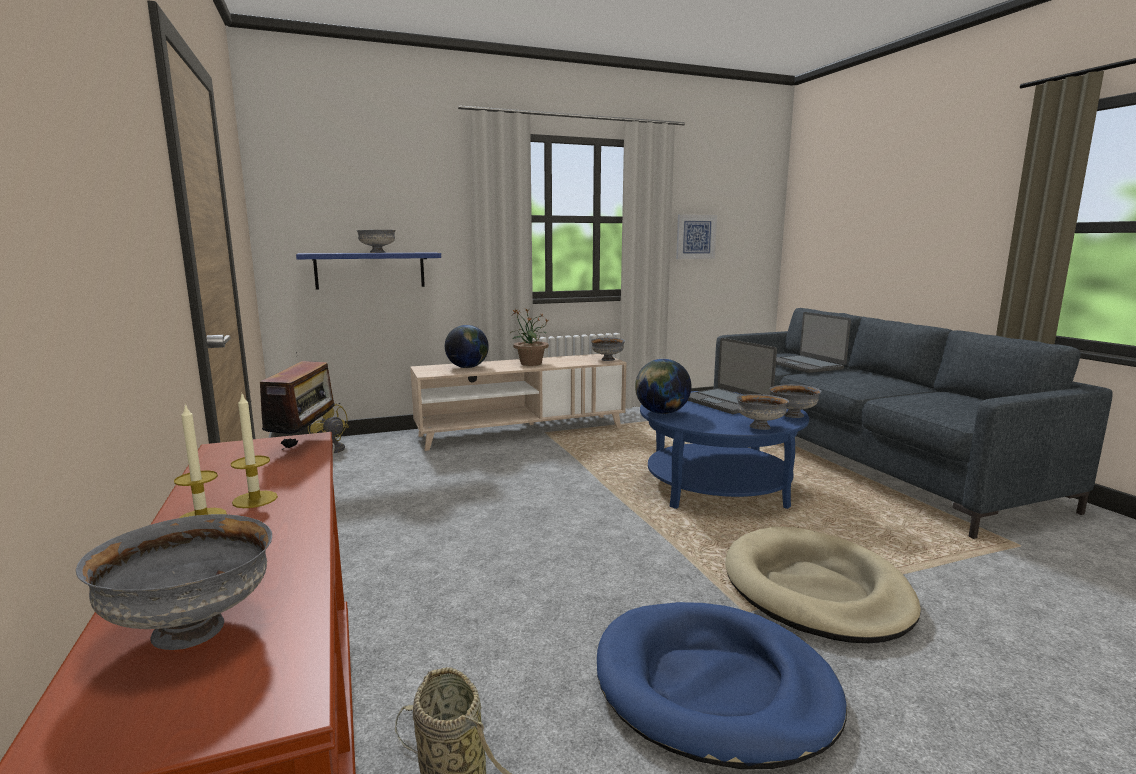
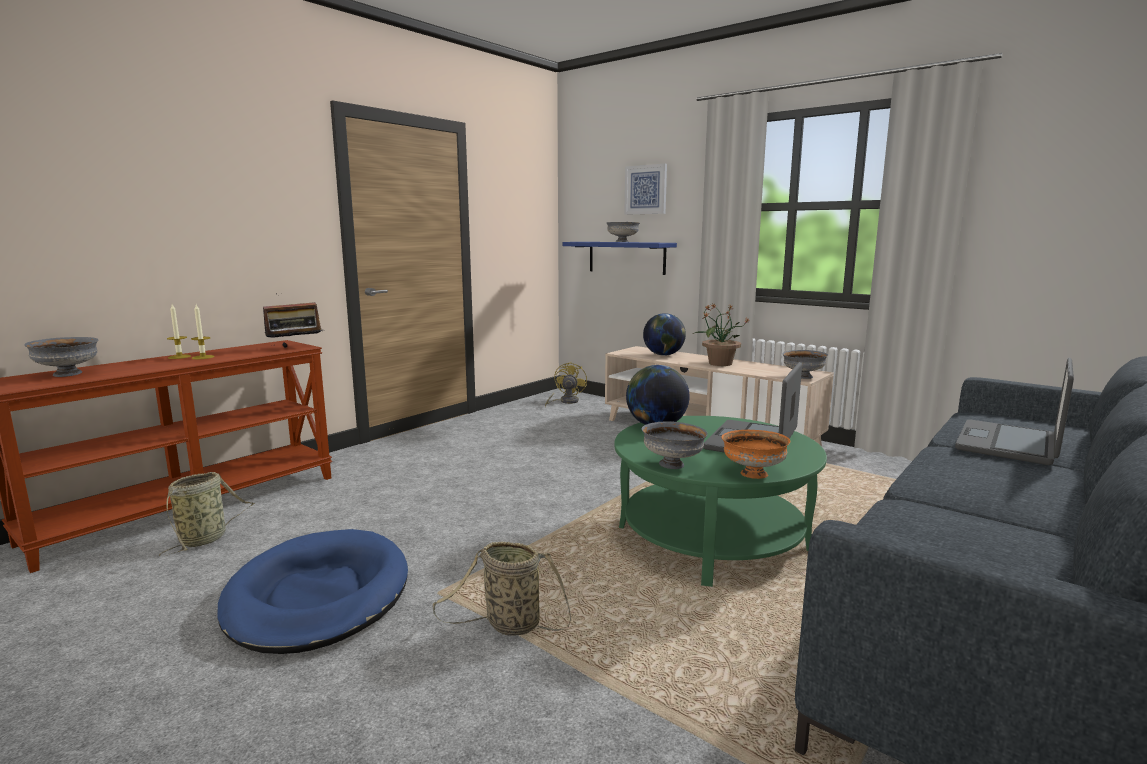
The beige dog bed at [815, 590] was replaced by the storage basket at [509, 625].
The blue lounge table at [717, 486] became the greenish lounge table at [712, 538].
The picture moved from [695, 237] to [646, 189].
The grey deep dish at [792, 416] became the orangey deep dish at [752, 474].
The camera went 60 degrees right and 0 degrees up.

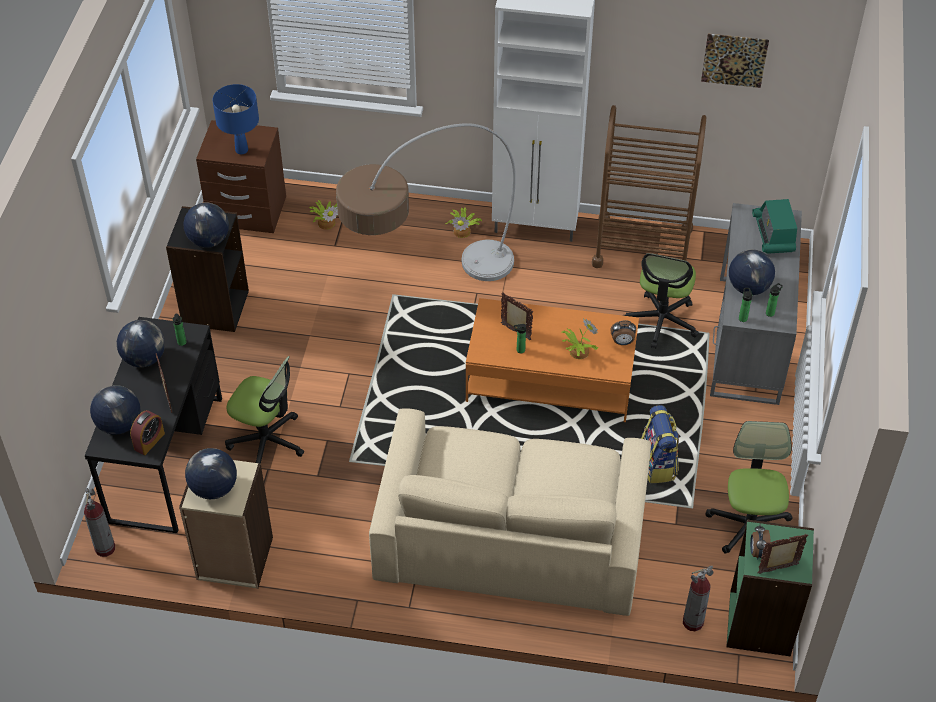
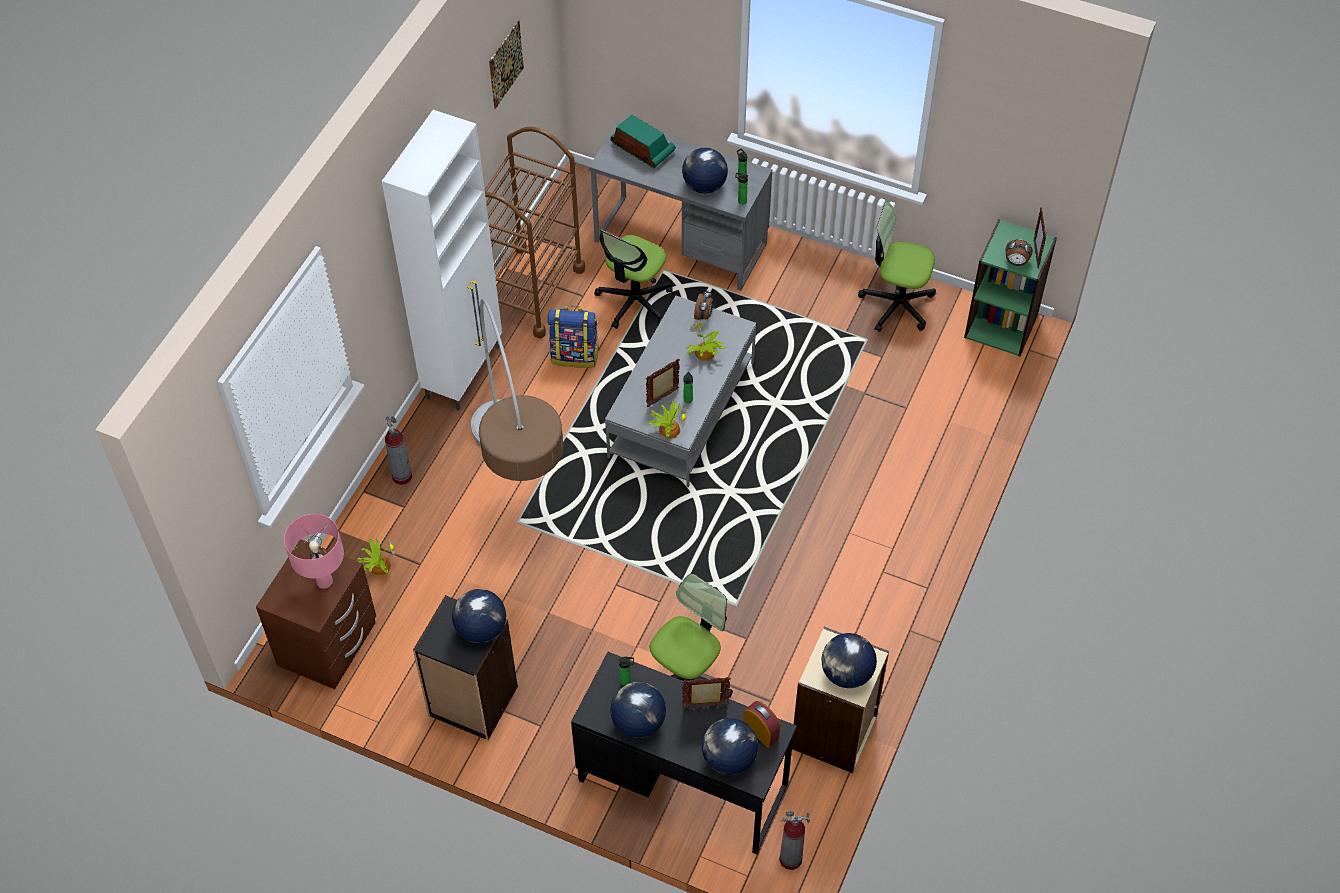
The blue table lamp at [241, 150] became the pink-coloured table lamp at [325, 582].
The fire extinguisher moved from [693, 622] to [402, 476].
The backpack moved from [658, 464] to [575, 355].
The desk chair at [661, 321] turned 90 degrees clockwise.
The orangey lounge table at [550, 380] became the grey lounge table at [682, 410].
The radio receiver at [773, 234] turned 150 degrees counterclockwise.
The potted plant moved from [463, 230] to [668, 428].
The beige settee at [511, 534] disappeared.
The camera went 75 degrees left and 5 degrees up.

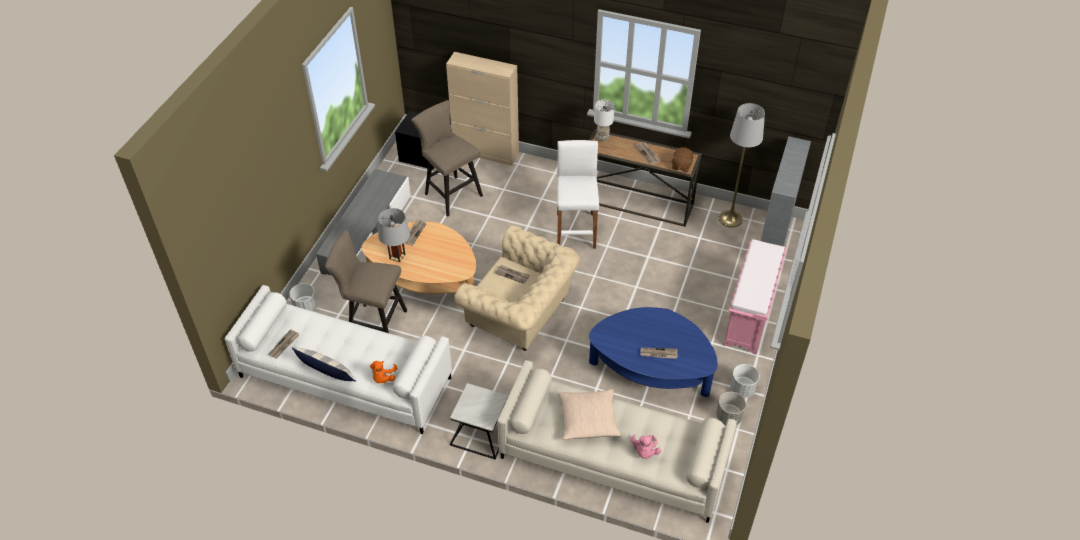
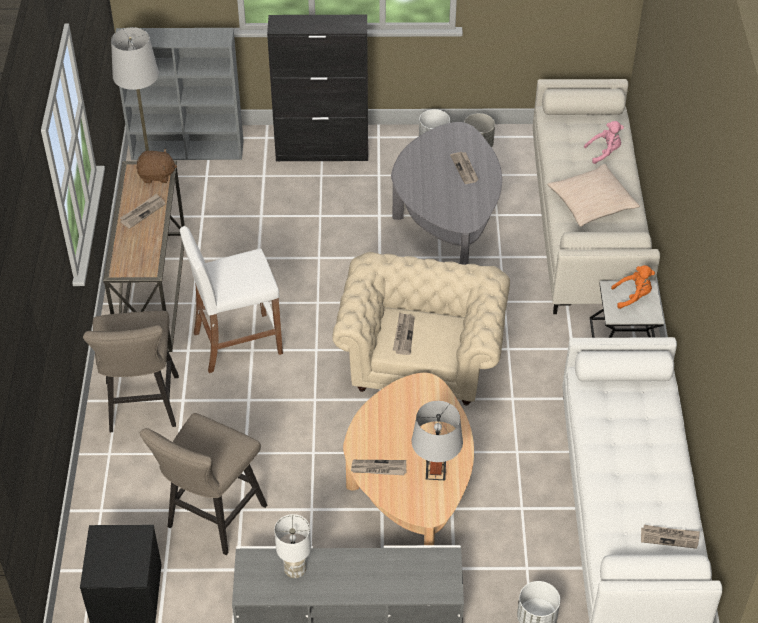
The beige stool seat moved from [373, 324] to [142, 409].
The pink-coloured long seat at [749, 317] was replaced by the black cupboard at [322, 151].
The white-coloured table lamp moved from [602, 138] to [294, 570].
The blue lounge table at [651, 370] became the grey lounge table at [447, 216].
The orangey soft toy moved from [383, 378] to [633, 296].
The cushion at [326, 372] disappeared.
The beige cupboard at [486, 152] disappeared.
The camera went 110 degrees left and 0 degrees up.

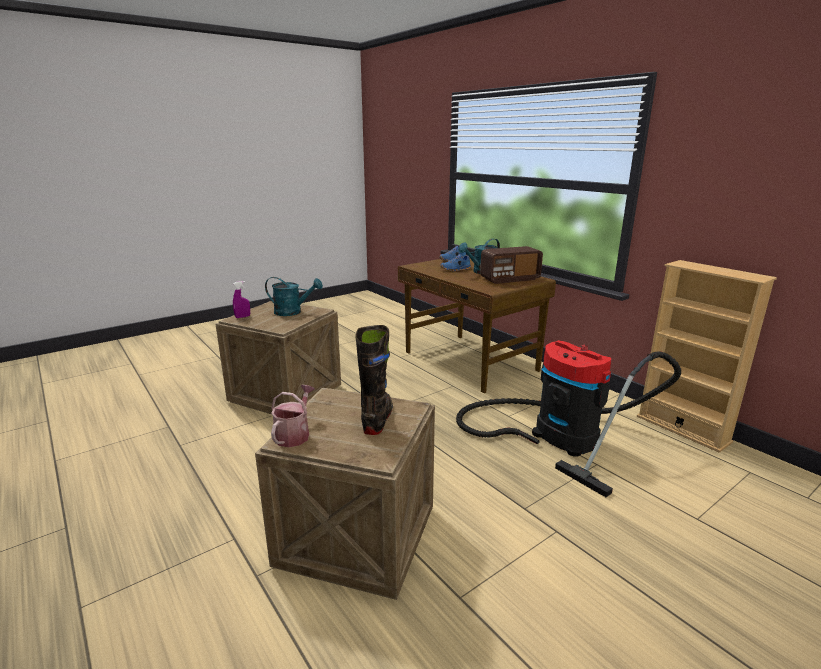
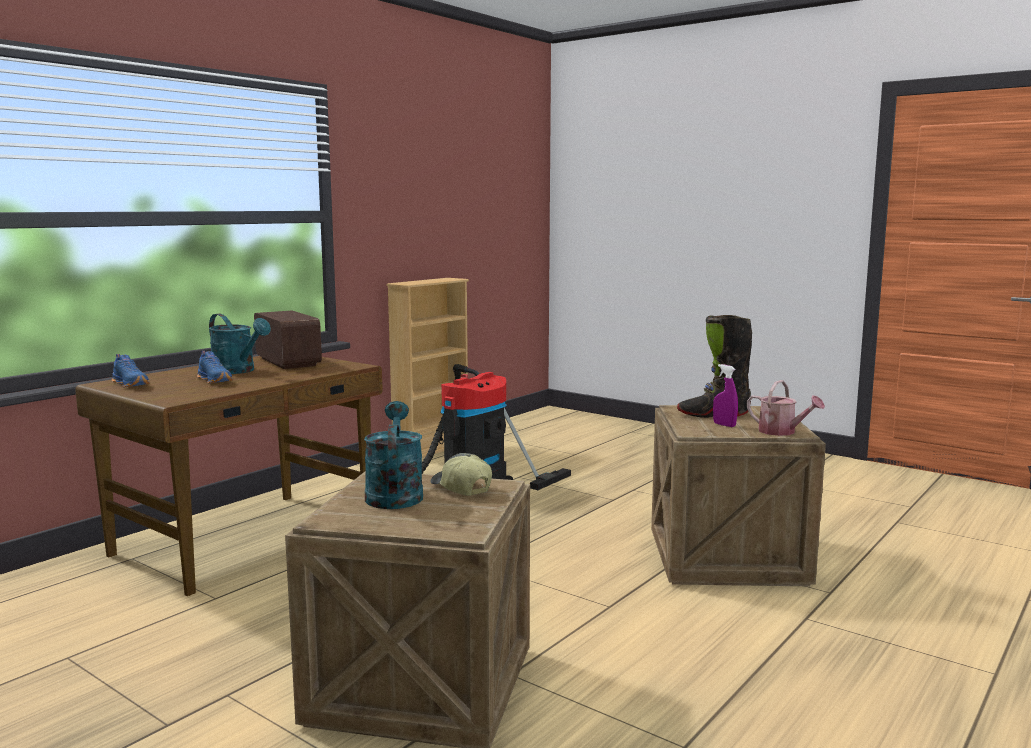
The peaked cap at [460, 488] appeared.
The purplish hand sprayer moved from [242, 317] to [724, 425].
The watering pot at [294, 434] turned 135 degrees counterclockwise.
The camera went 105 degrees left and 10 degrees down.

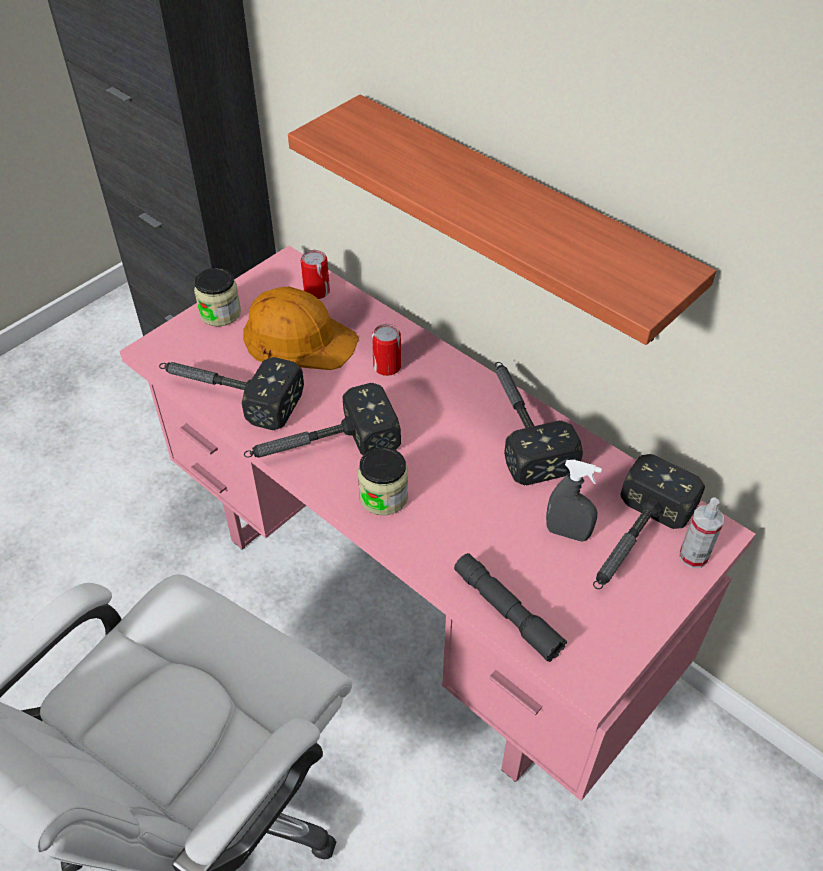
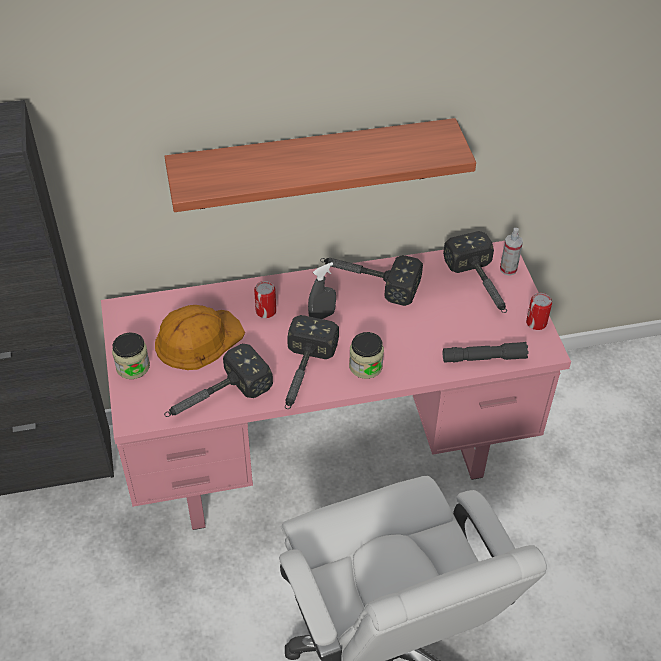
The grey hand sprayer moved from [567, 533] to [322, 316].
The metal can moved from [317, 291] to [536, 323].
The camera went 55 degrees left and 0 degrees up.

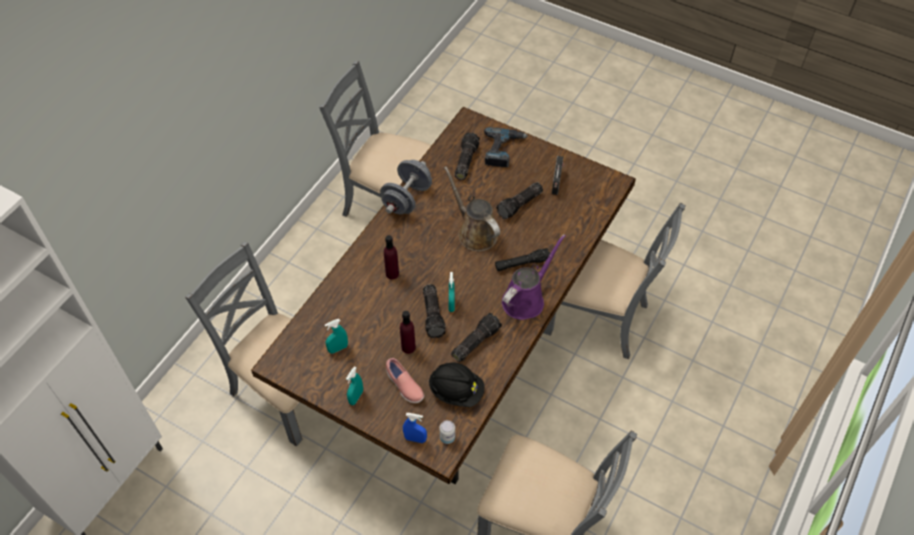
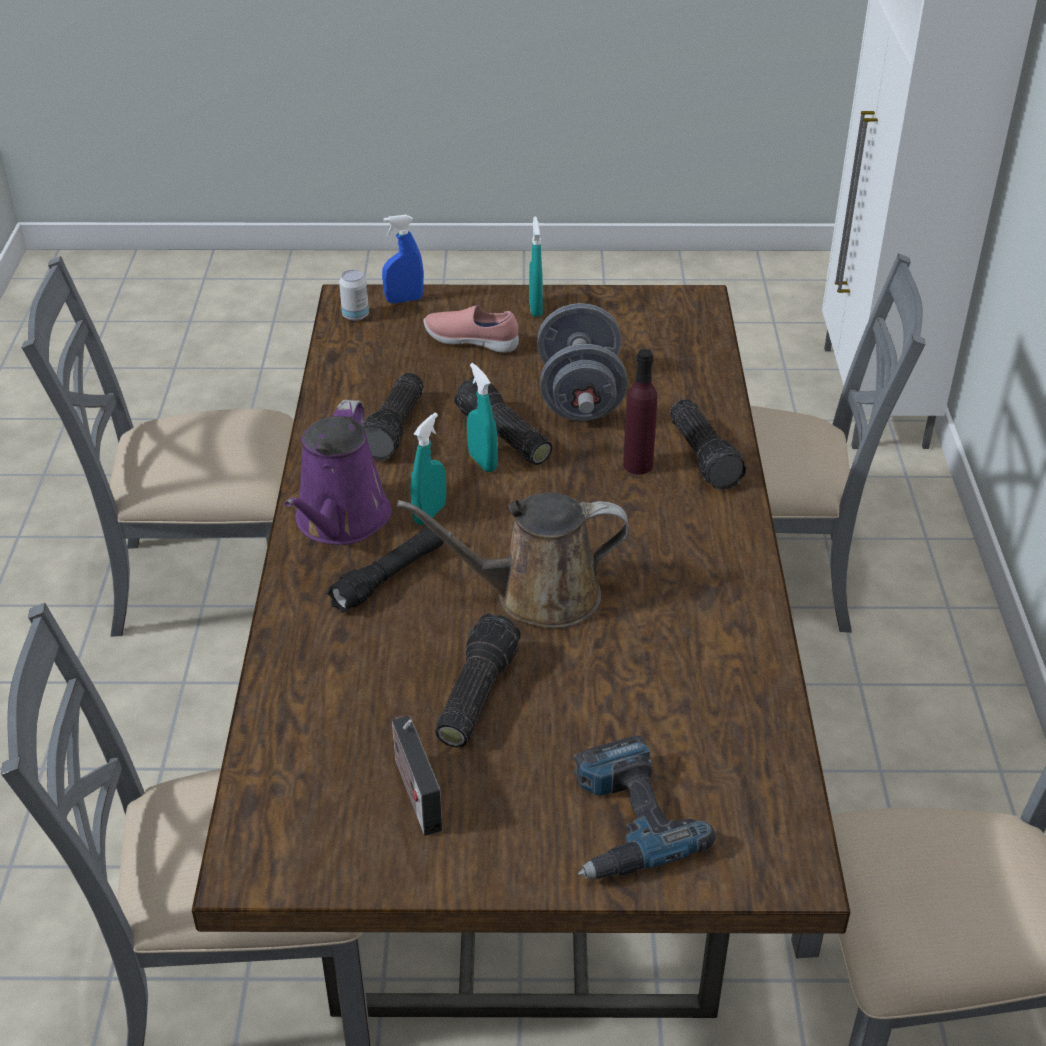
The brown-coloured watering pot at [475, 232] turned 150 degrees clockwise.
The turquoise-coloured hand sprayer moved from [338, 348] to [429, 514].
The grey hand weight moved from [407, 199] to [580, 397].
The torch moved from [465, 161] to [705, 456].
The purplish drink bottle at [408, 347] disappeared.
The black safety helmet at [456, 391] disappeared.
The camera went 150 degrees right and 15 degrees down.

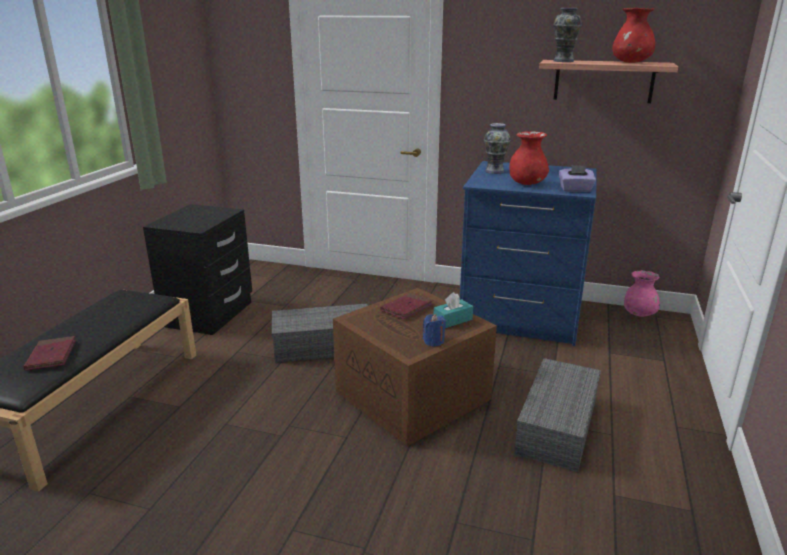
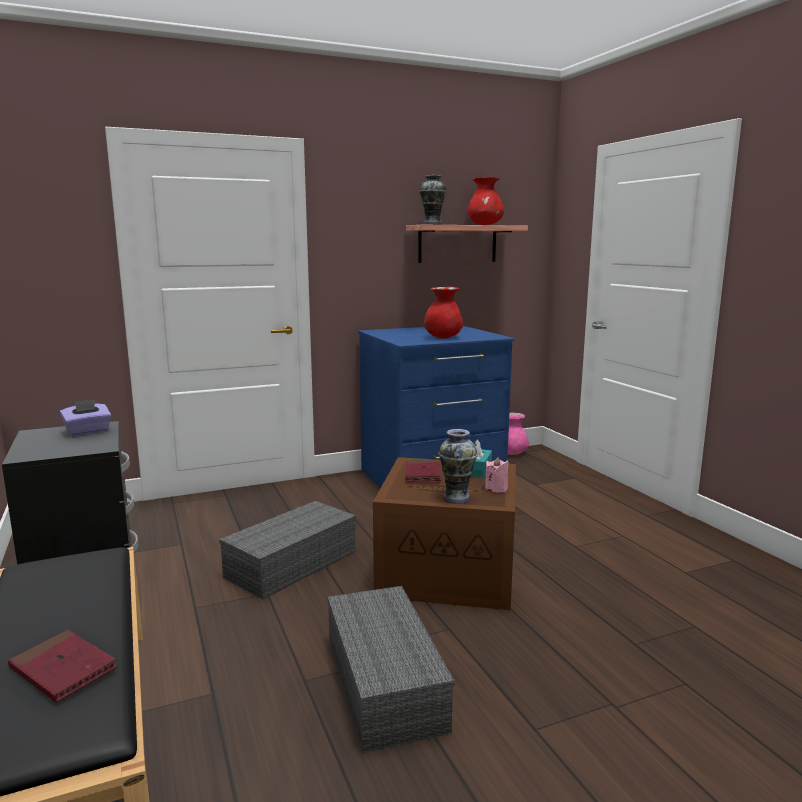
The purplish tissue box moved from [575, 190] to [88, 431].
The grey storage container moved from [556, 425] to [381, 682].
The decorative vase moved from [494, 171] to [456, 498].
The blue candle at [433, 341] became the pink-coloured candle at [496, 489].
The camera went 40 degrees left and 10 degrees down.

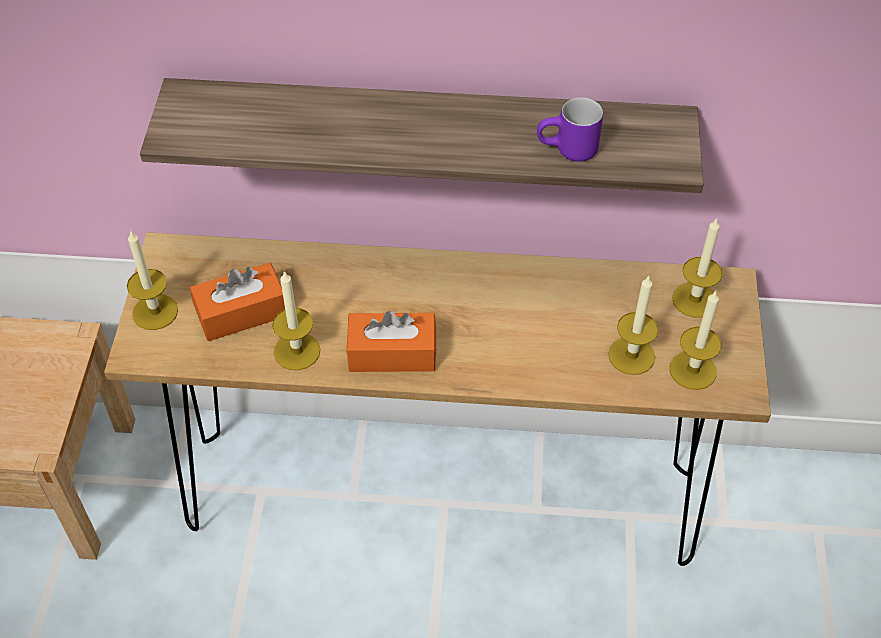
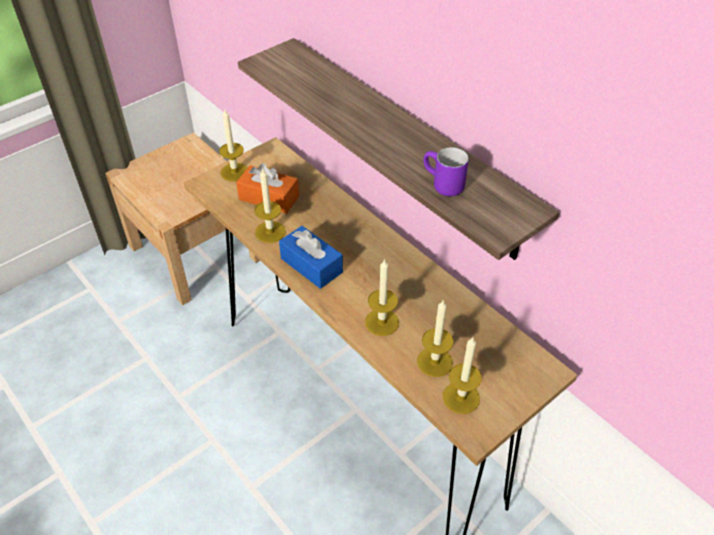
The orangey tissue box at [392, 353] became the blue tissue box at [311, 265].
The candle moved from [694, 300] to [382, 322].
The camera went 45 degrees right and 5 degrees down.

